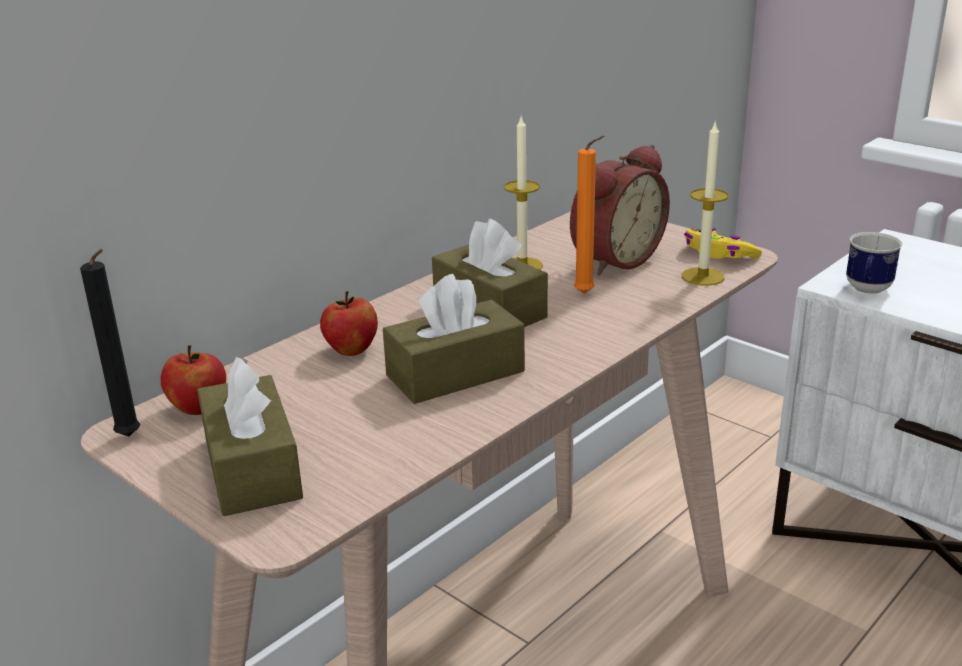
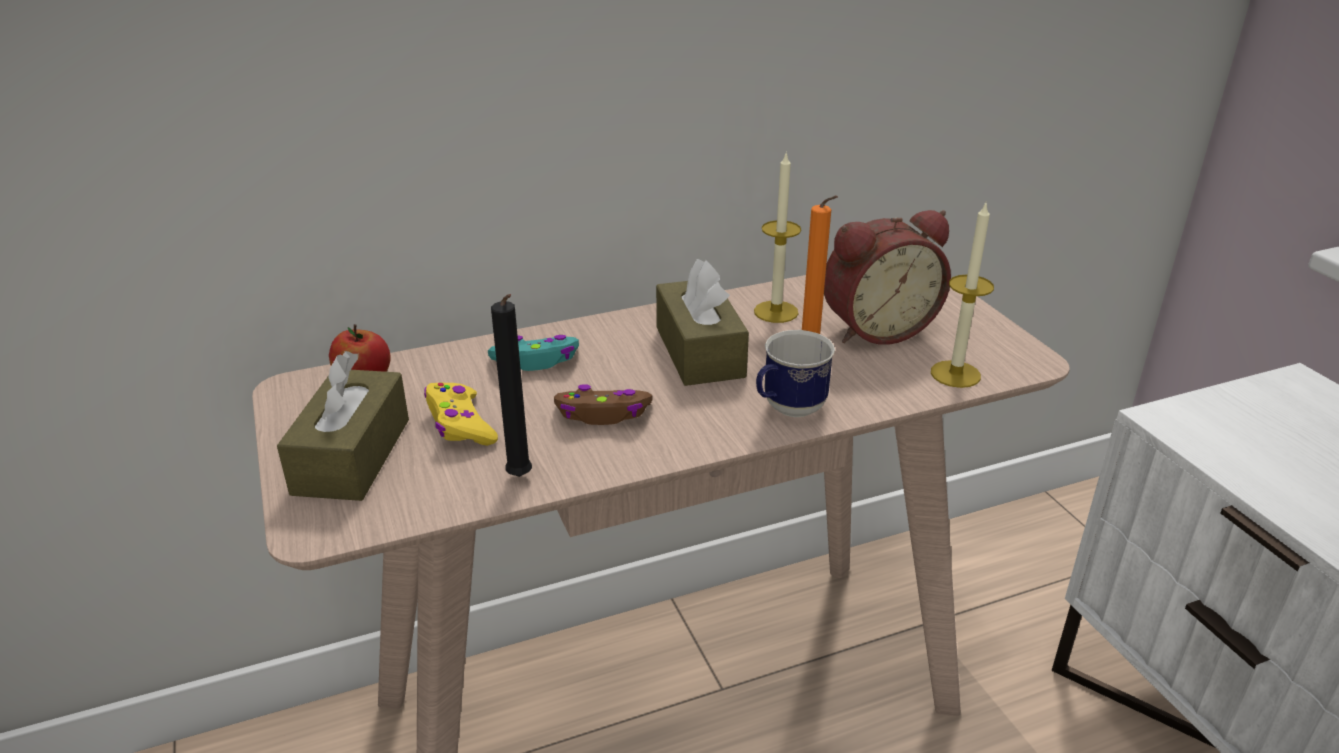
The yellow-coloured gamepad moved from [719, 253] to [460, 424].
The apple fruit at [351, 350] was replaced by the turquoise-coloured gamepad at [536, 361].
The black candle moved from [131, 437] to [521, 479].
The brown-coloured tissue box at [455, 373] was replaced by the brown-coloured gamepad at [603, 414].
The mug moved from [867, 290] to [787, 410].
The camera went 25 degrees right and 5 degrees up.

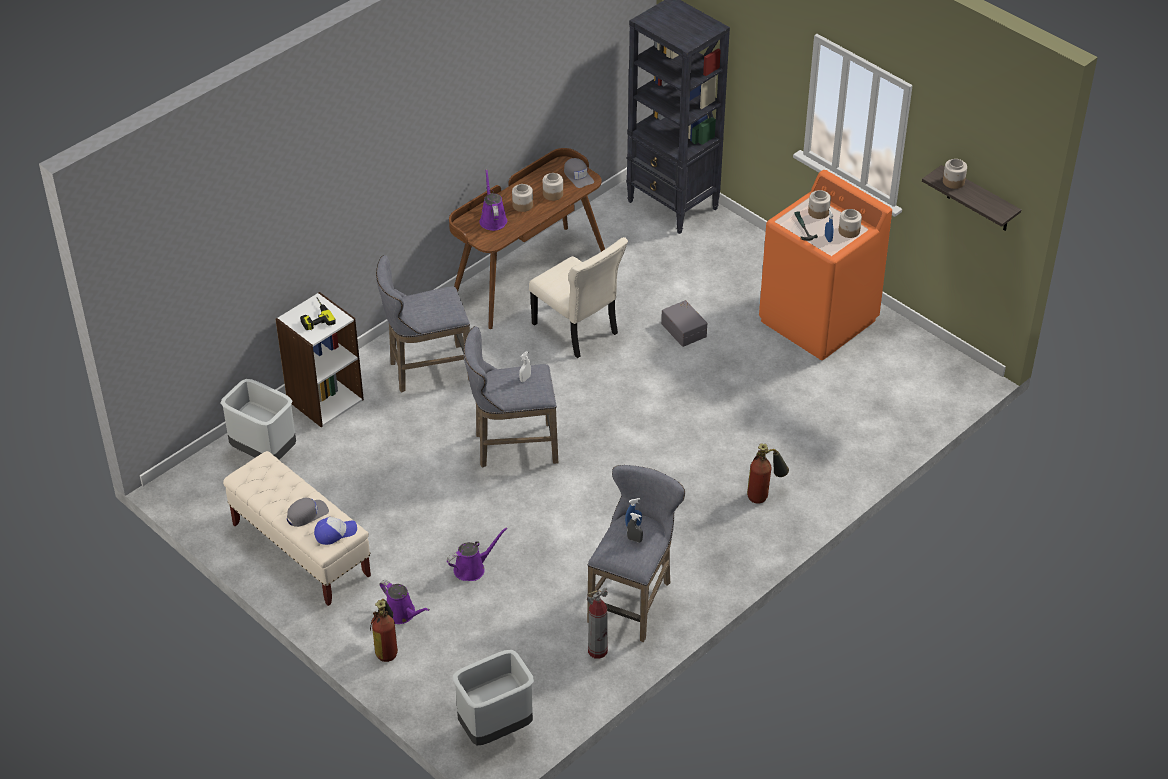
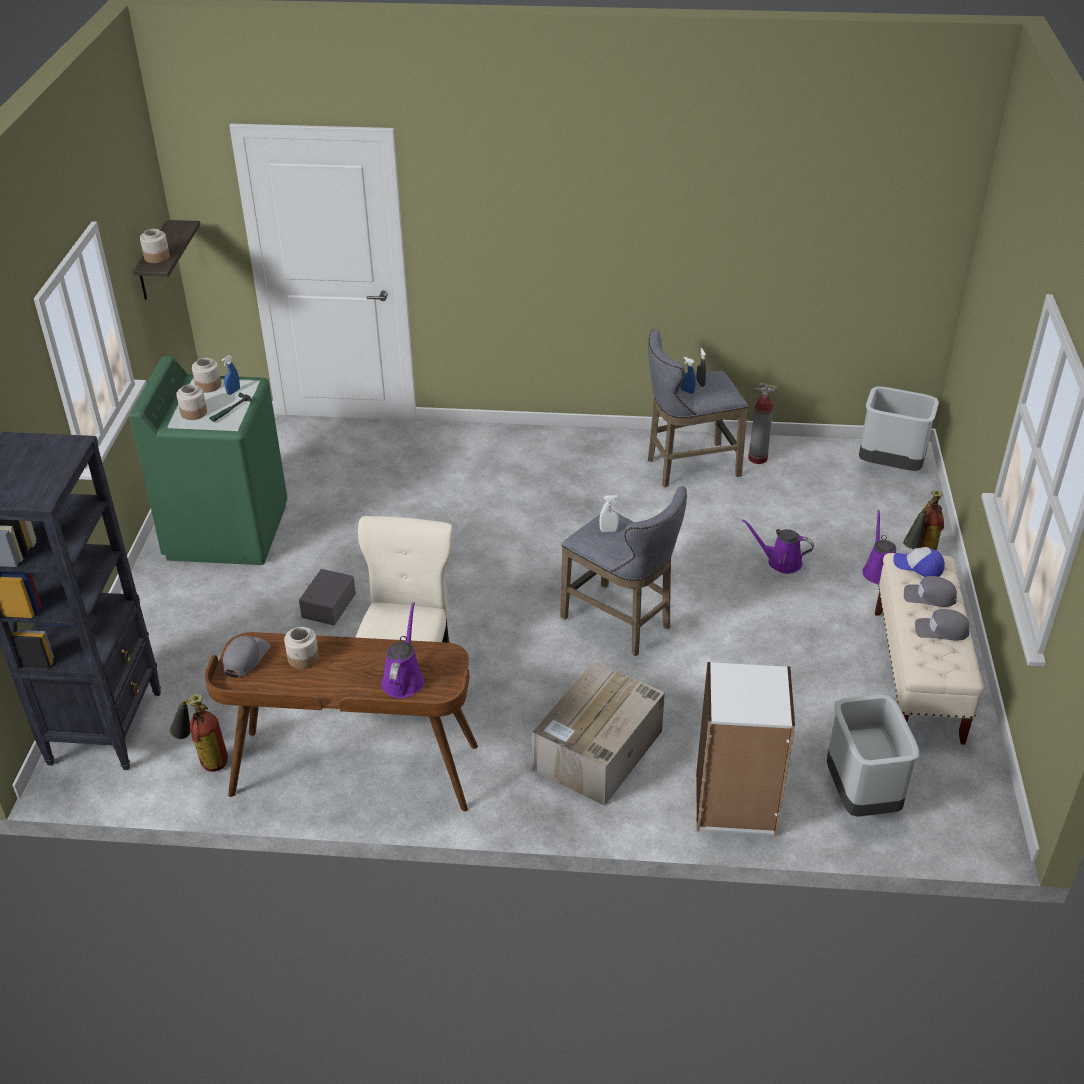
The orangey laundry appliance at [818, 321] became the greenish laundry appliance at [227, 531].
The fire extinguisher moved from [765, 494] to [205, 760].
The purplish watering pot at [492, 219] turned 150 degrees clockwise.
The grey stool seat at [426, 371] was replaced by the cardboard box at [597, 752].
The grey peaked cap at [941, 630] appeared.
The power drill at [314, 316] disappeared.
The storage jar at [522, 205] disappeared.
The camera went 130 degrees left and 5 degrees down.

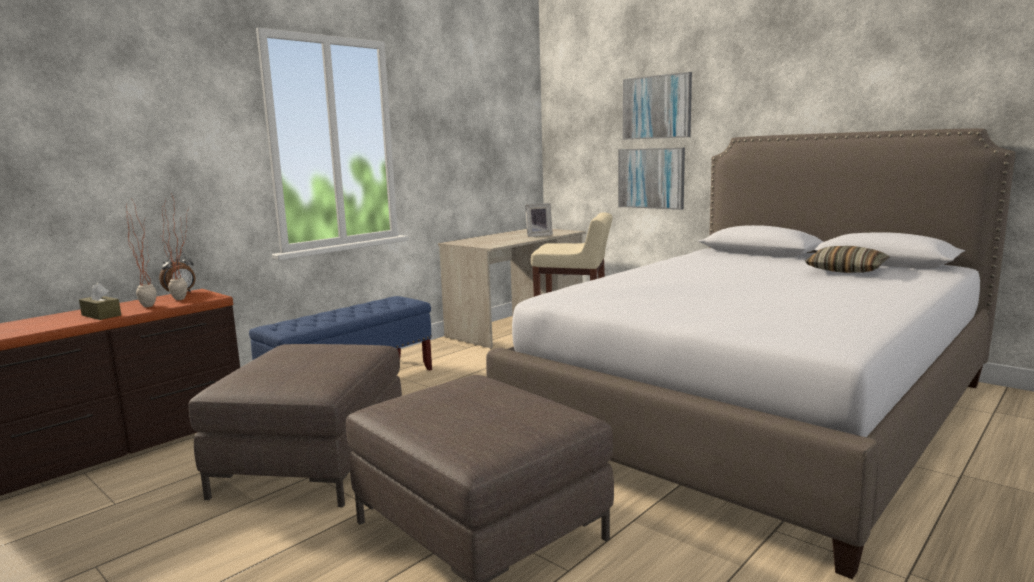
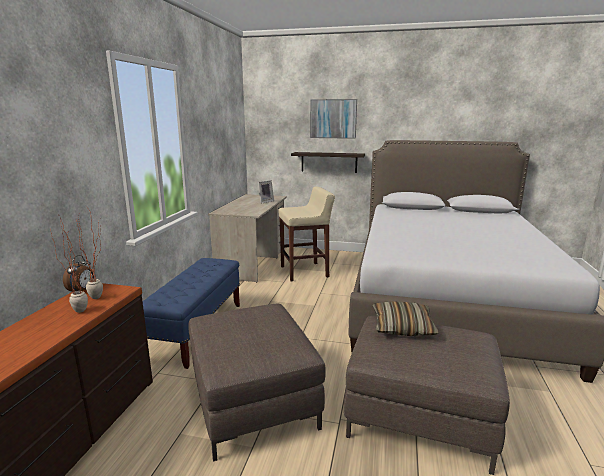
The picture at [651, 178] was replaced by the shelf at [329, 162].
The cushion moved from [846, 270] to [402, 327].
The brown-coloured tissue box at [101, 315] disappeared.
The camera went 30 degrees left and 5 degrees up.

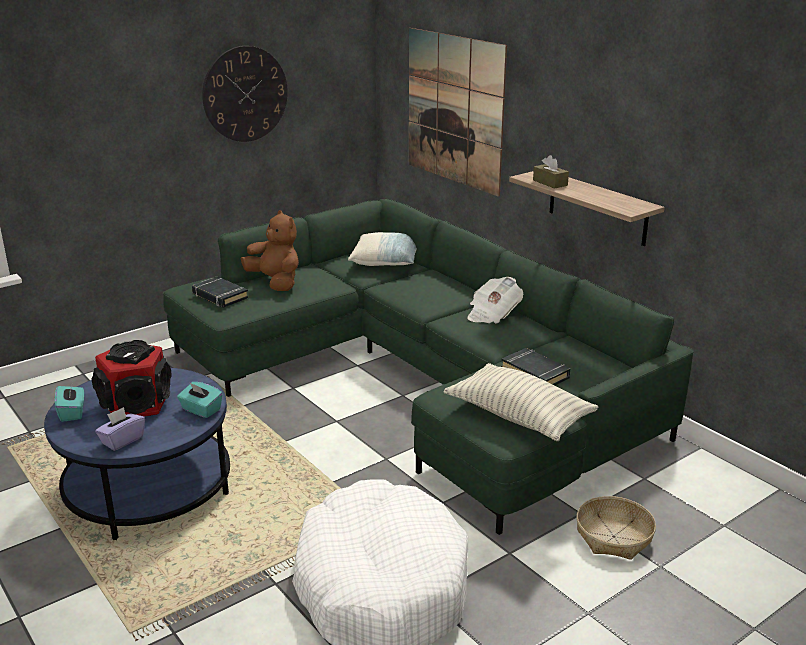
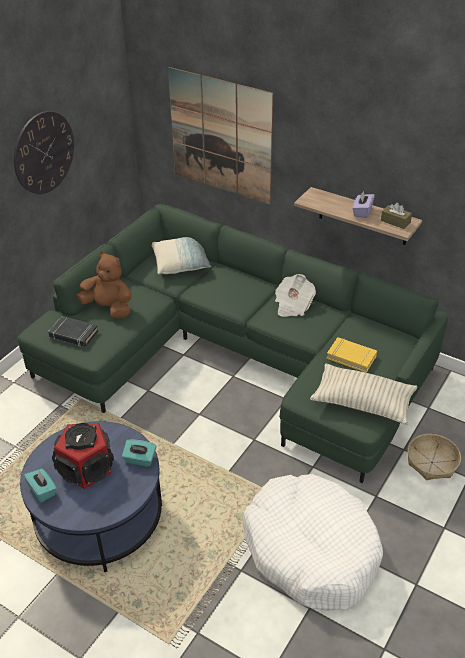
The black book at [535, 373] became the yellow-coloured book at [351, 357].
The purplish tissue box moved from [122, 440] to [362, 212].
The brown-coloured tissue box moved from [550, 183] to [395, 221].
The camera went 20 degrees left and 15 degrees up.

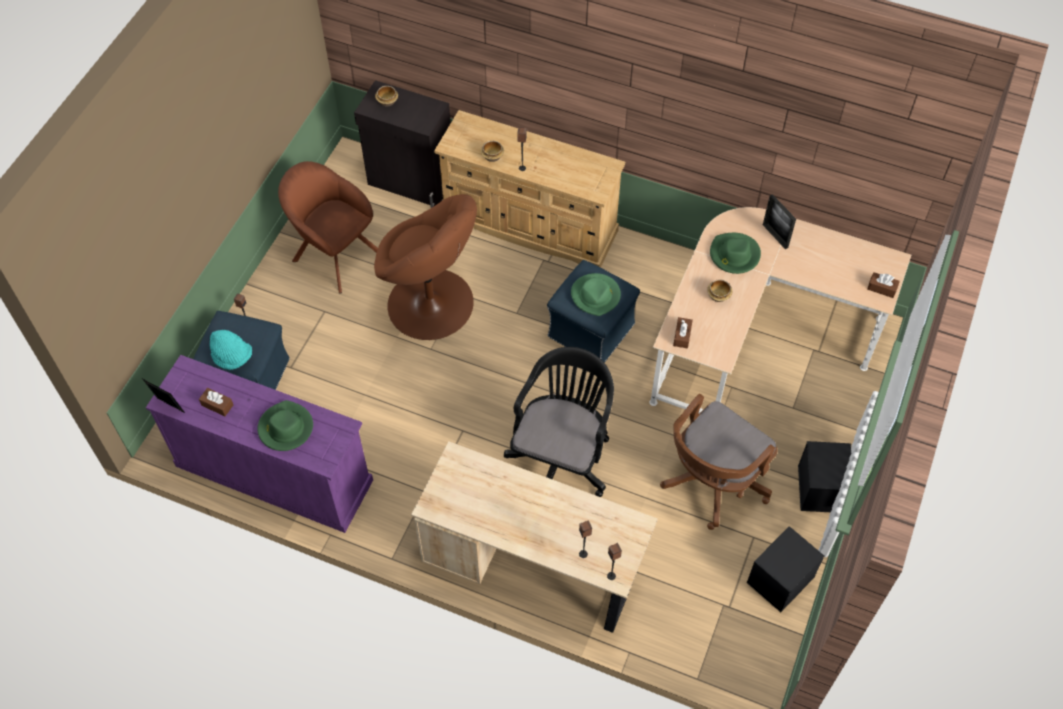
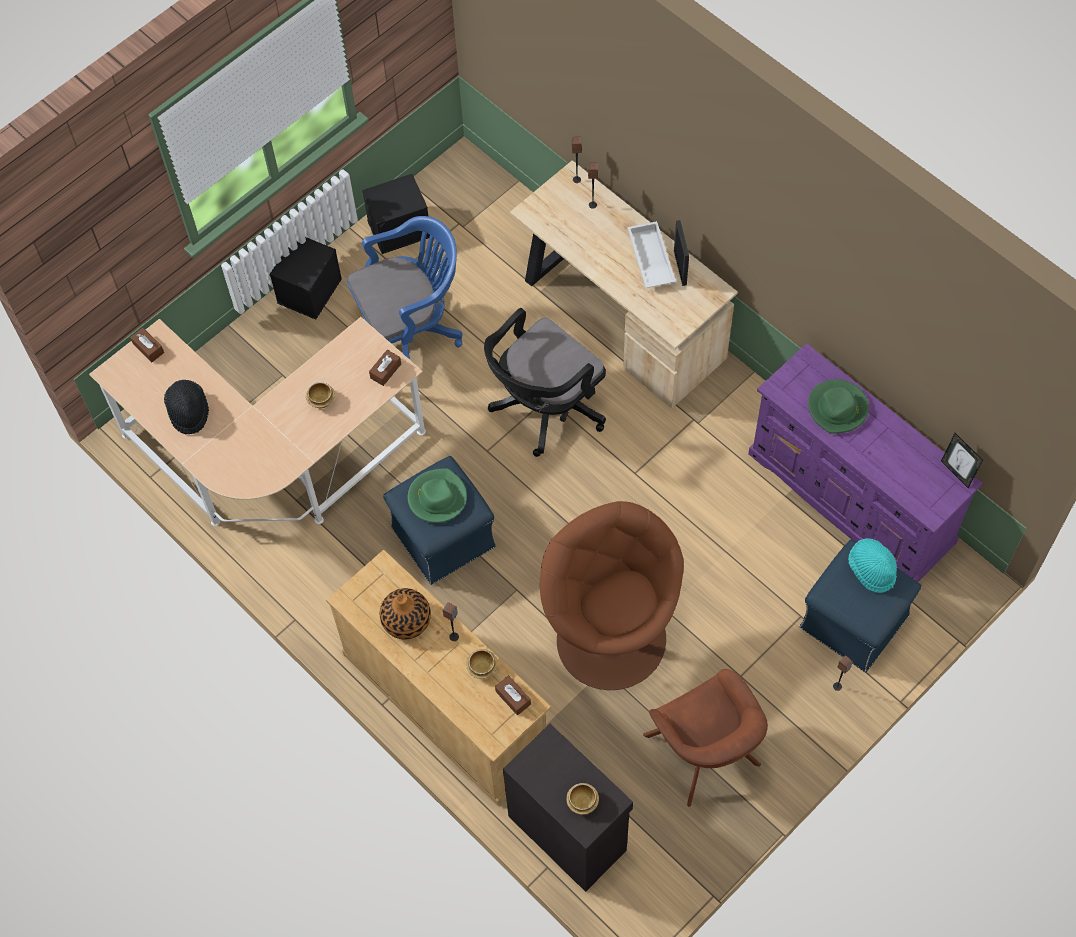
The black clothing hat at [188, 412] appeared.
The brown-coloured desk chair at [711, 484] became the blue desk chair at [410, 331].
The decorative vase at [406, 620] appeared.
The brown-coloured tissue box moved from [217, 405] to [513, 698].
The white-coloured carrying tray at [649, 259] appeared.
The photo frame moved from [775, 236] to [680, 268].
The greenish clothing hat at [734, 255] disappeared.
The camera went 155 degrees left and 5 degrees up.

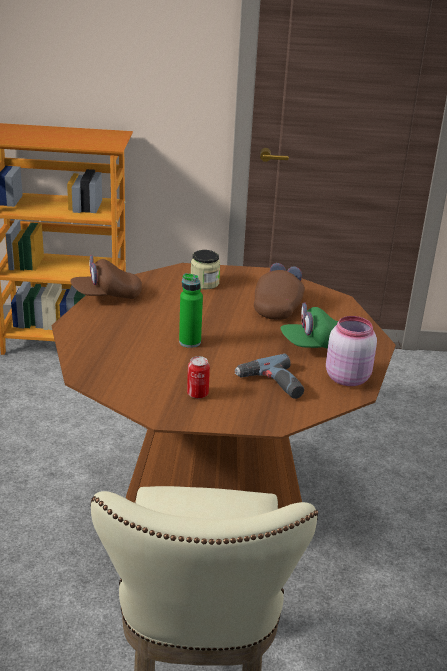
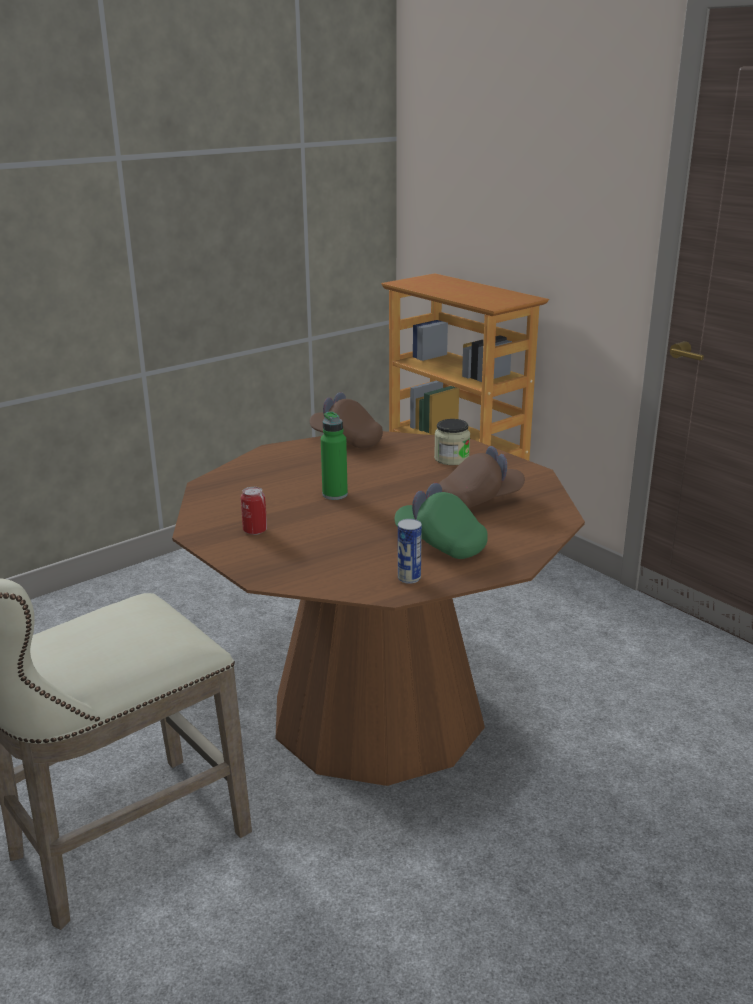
The pink-coloured storage jar at [346, 377] was replaced by the metal can at [409, 578].
The power drill at [271, 385] disappeared.
The camera went 50 degrees right and 5 degrees down.

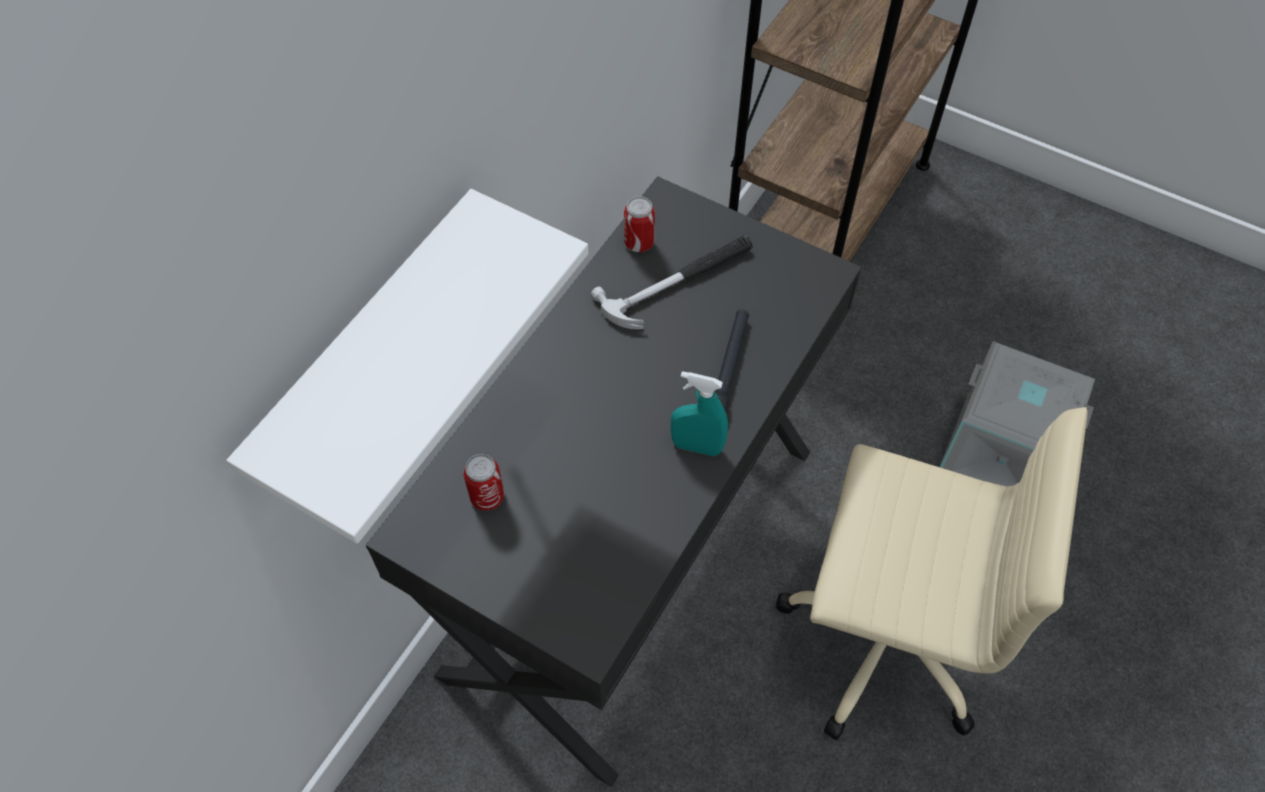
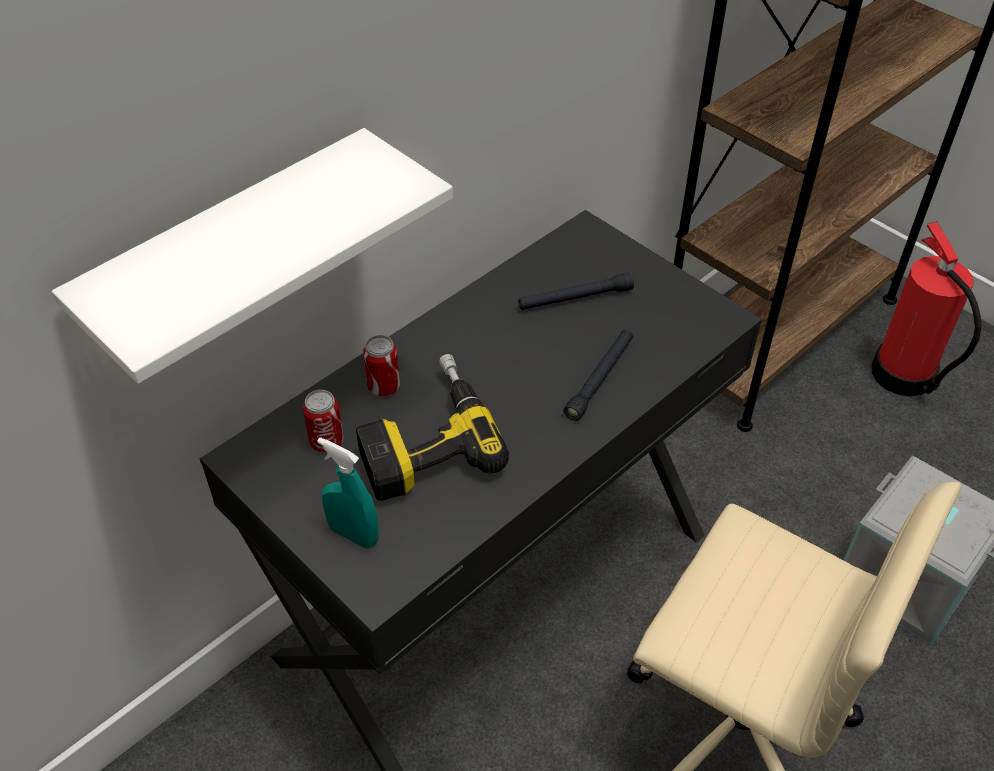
The turquoise-coloured hand sprayer moved from [697, 446] to [354, 535].
The power drill at [424, 438] appeared.
The metal can moved from [639, 243] to [384, 387].
The hand hammer at [678, 282] was replaced by the black torch at [575, 298].
The fire extinguisher at [903, 375] appeared.
The camera went 15 degrees right and 10 degrees down.

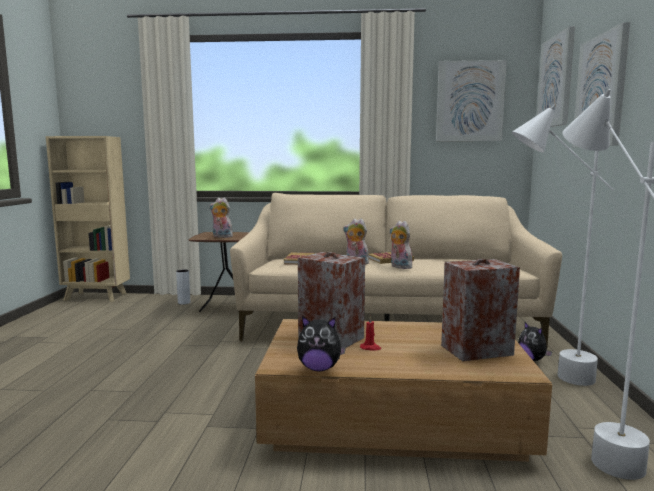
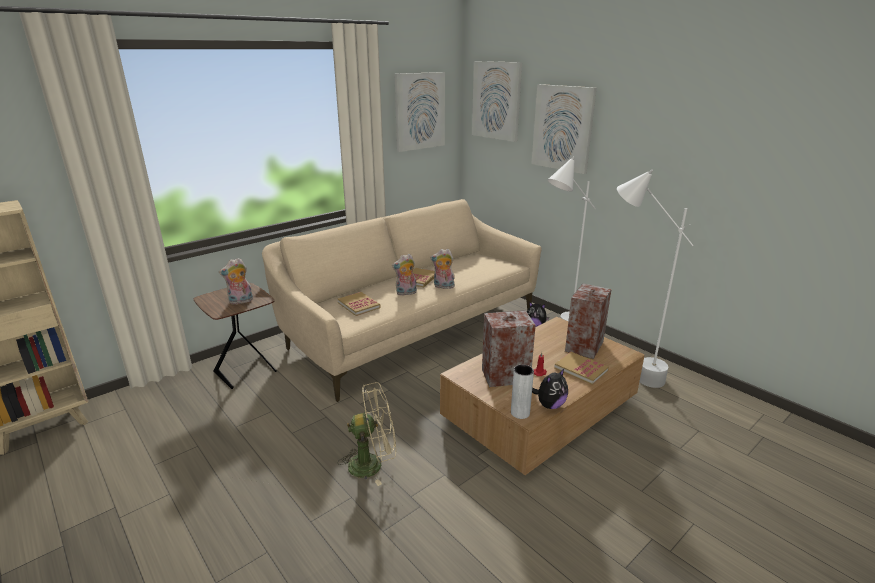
The beige cooling fan at [373, 463] appeared.
The grey decorative vase moved from [184, 302] to [520, 413].
The book at [581, 369] appeared.
The camera went 45 degrees left and 15 degrees up.

